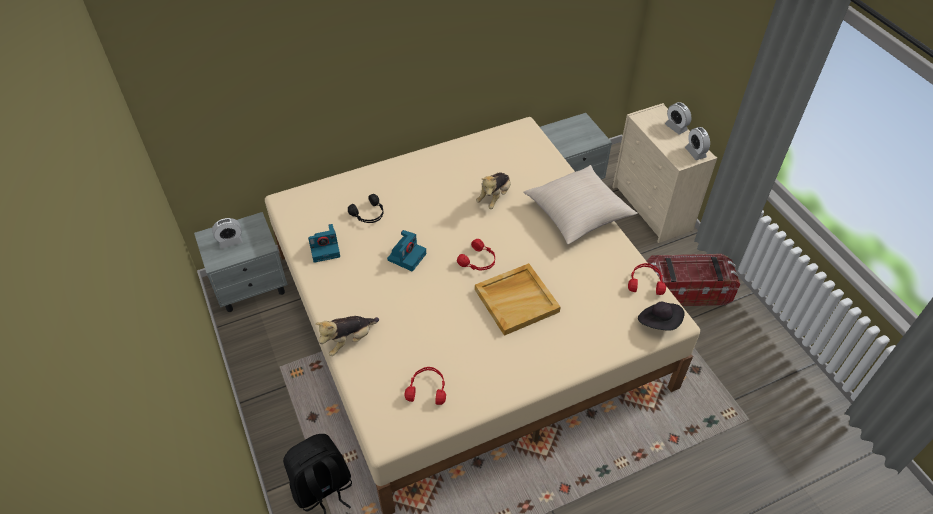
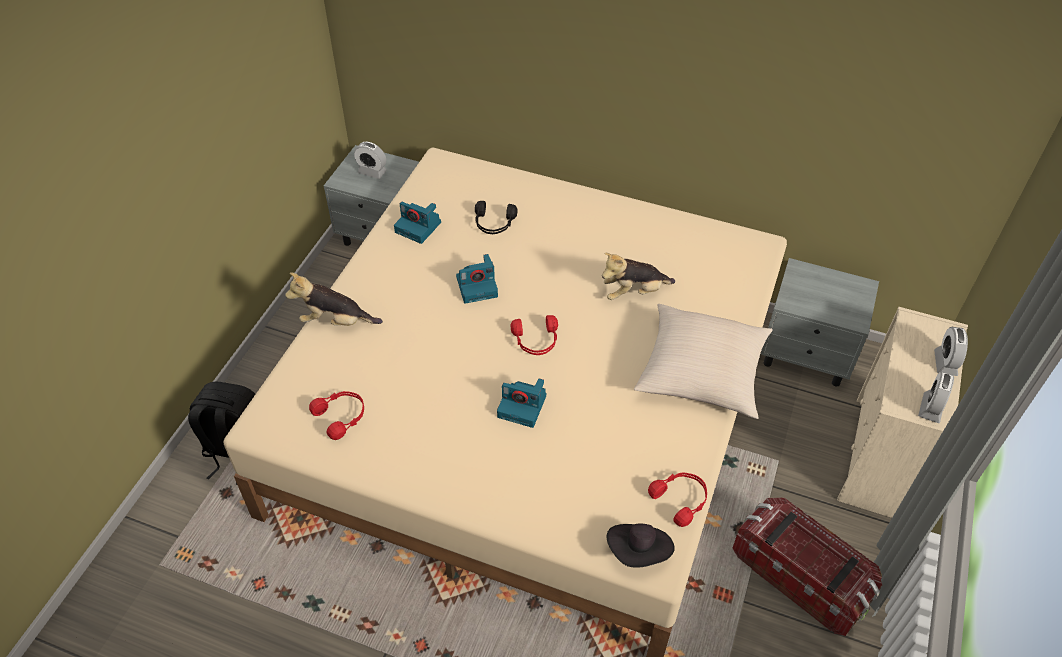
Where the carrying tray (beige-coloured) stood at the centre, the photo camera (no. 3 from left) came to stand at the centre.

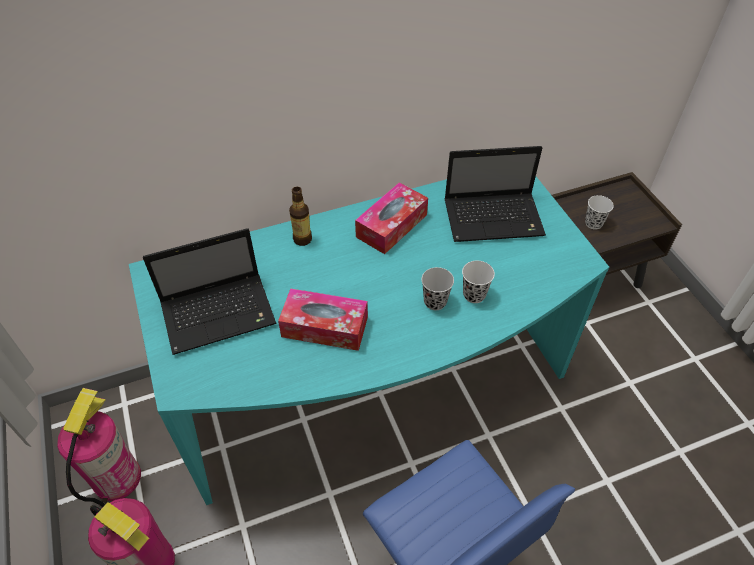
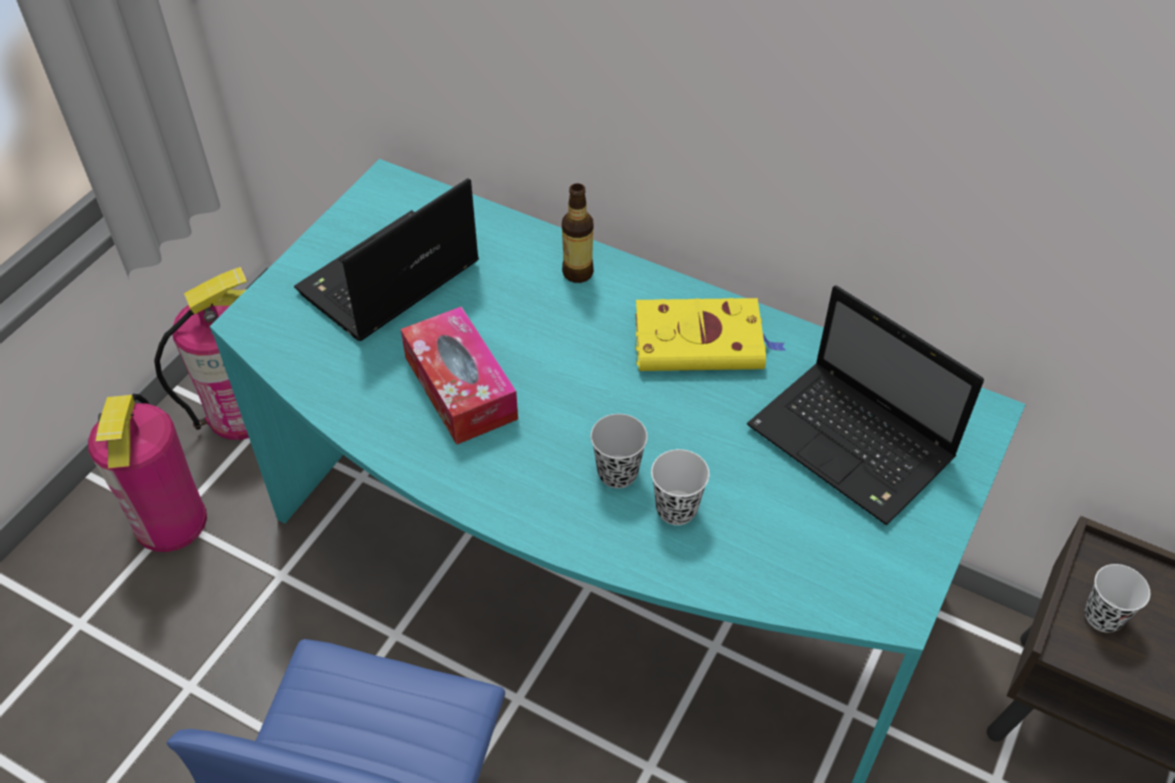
Where the tissue box (no. 2 from left) stood at the centre, the volume (yellowish) came to stand at the centre. The portable computer (no. 1 from left) at the middle left ended up facing another way, 105 degrees clockwise from before.

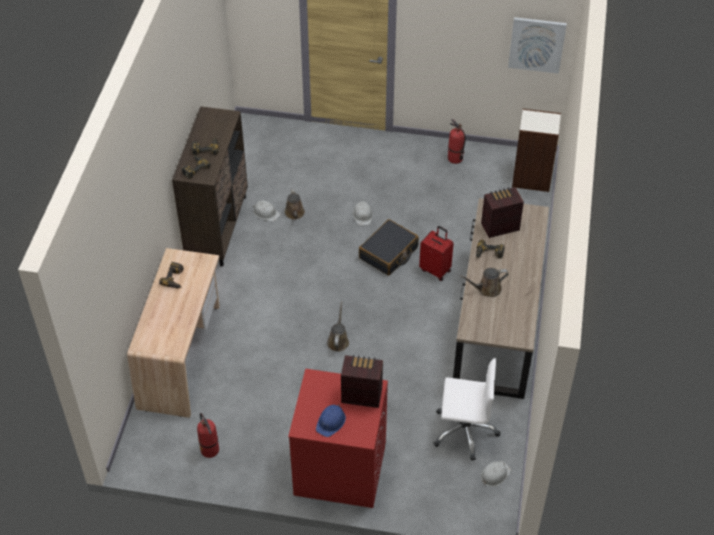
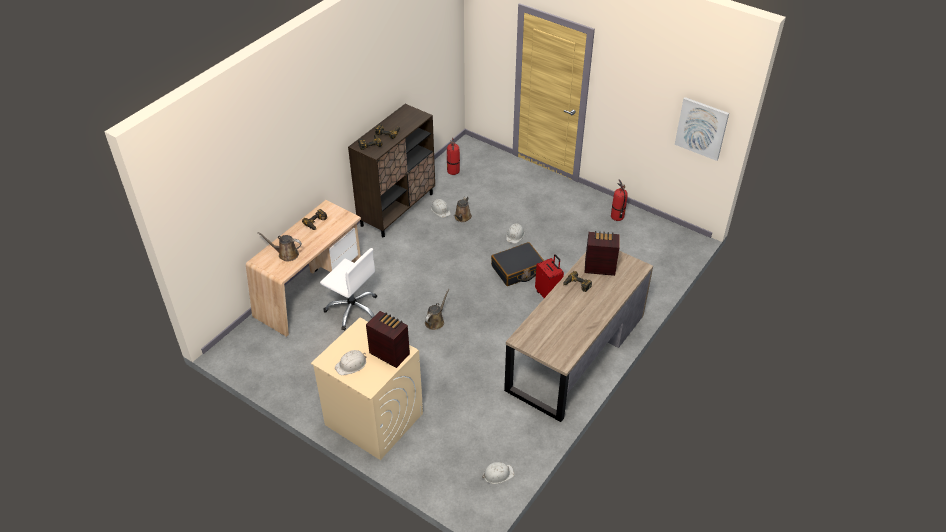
The second view lost the bookshelf at the top right. The fire-fighting cylinder (no. 1 from left) ended up elsewhere, having gone from the bottom left to the top centre. The computer chair (whitish) ended up elsewhere, having gone from the bottom centre to the centre. The watering pot (brown-coloured) (no. 3 from left in the first image) ended up elsewhere, having gone from the middle right to the middle left. What was the laundry appliance (red) at the bottom centre turned into the laundry appliance (beige-coloured) at the bottom centre. What was the work helmet (bluish) at the bottom centre turned into the work helmet (whitish) (no. 1 from left) at the bottom centre.

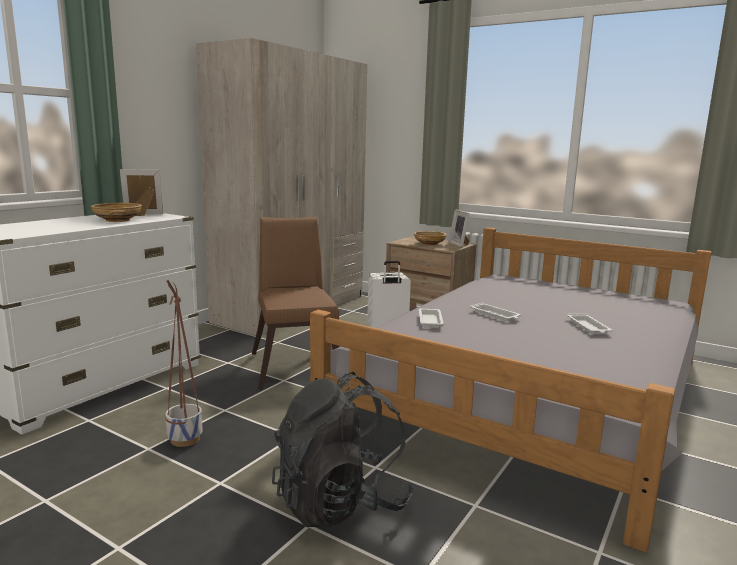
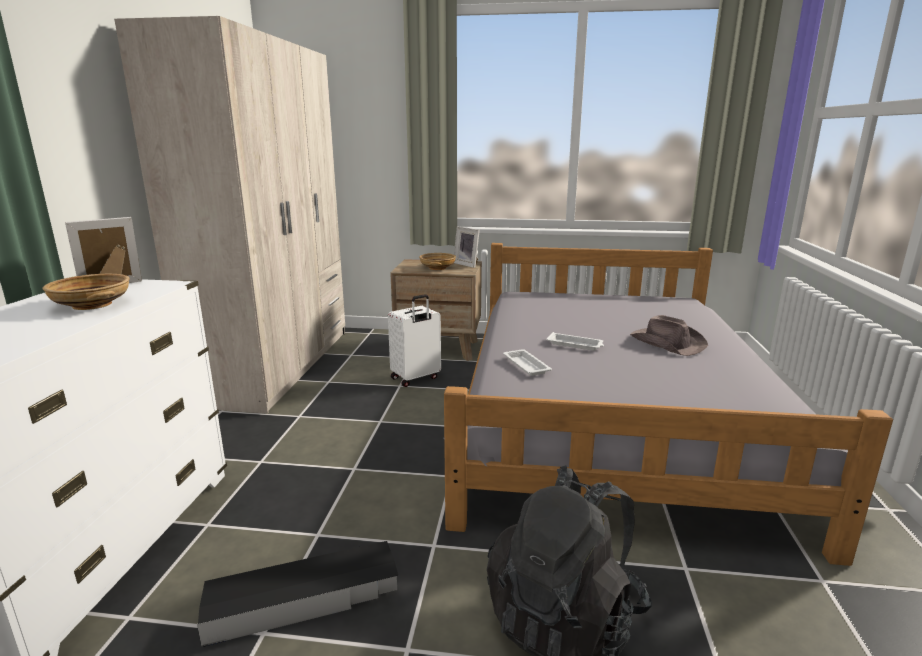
The second view lost the upright chair (brown-coloured) at the centre. Where the flower pot stood at the middle left, the storage bin (blackish) came to stand at the bottom left. Where the carrying tray (whitish) (no. 3 from left) stood at the middle right, the hat (brown-coloured) came to stand at the middle right.

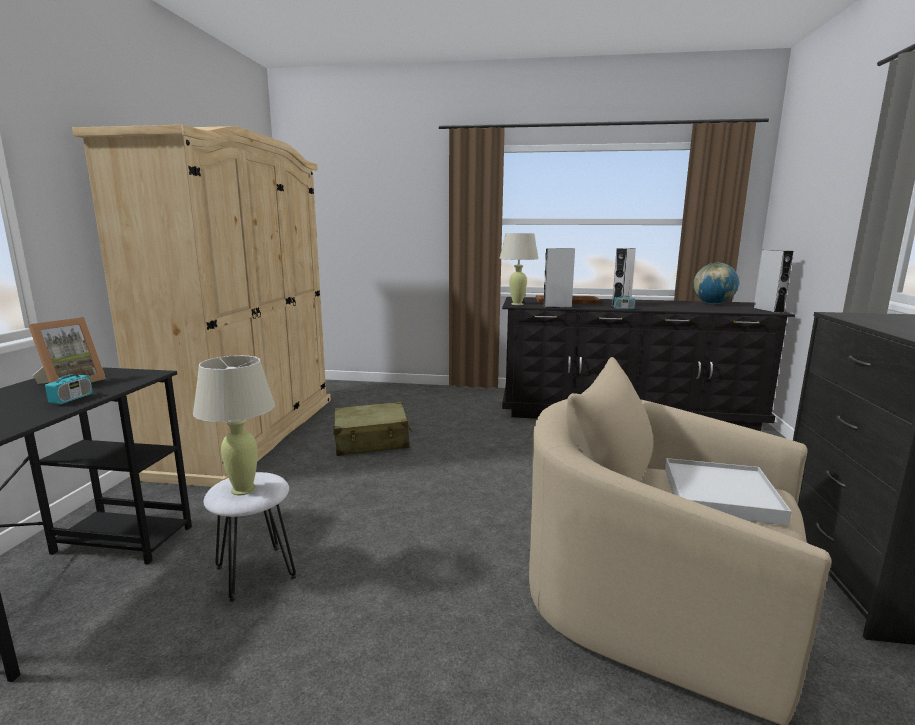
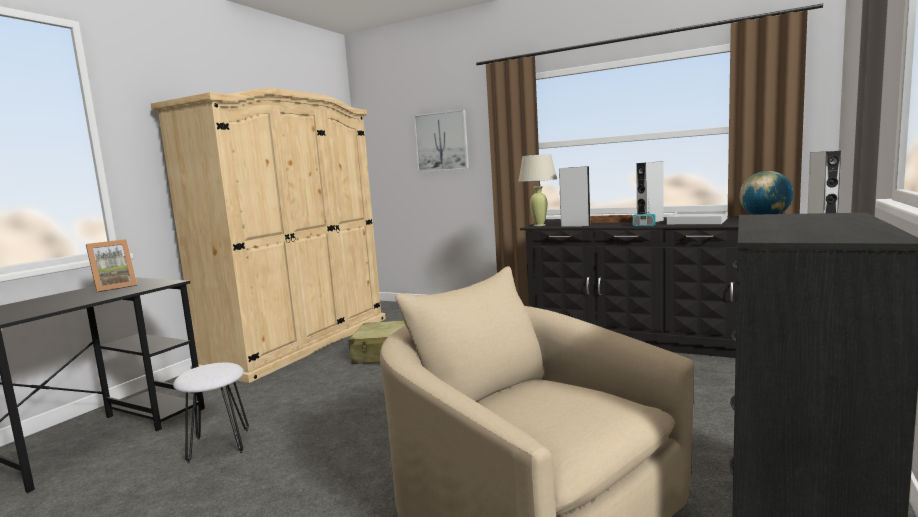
The second view lost the radio set (no. 1 from left) at the middle left. The second view lost the tabletop lamp (beige-coloured) (no. 1 from left) at the middle left. The second view gained the picture at the top centre. The carrying tray (whitish) ended up elsewhere, having gone from the bottom right to the middle right.

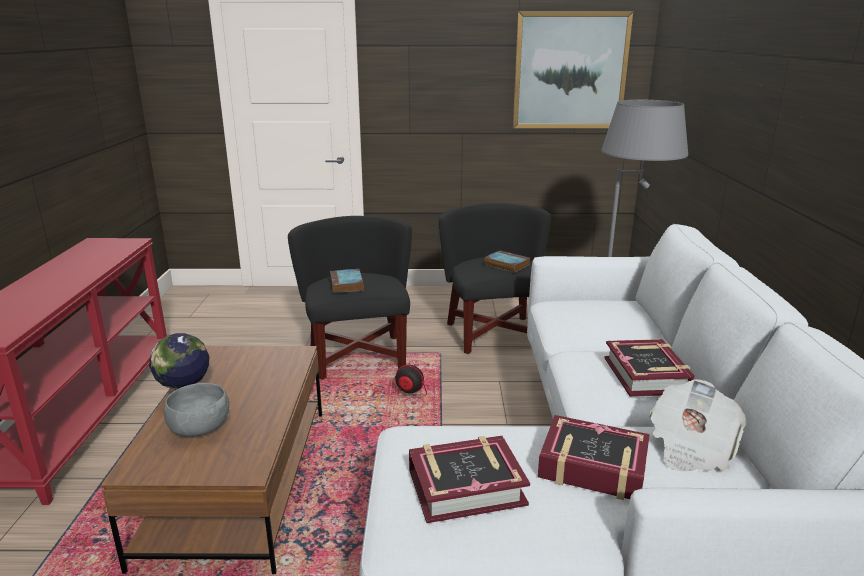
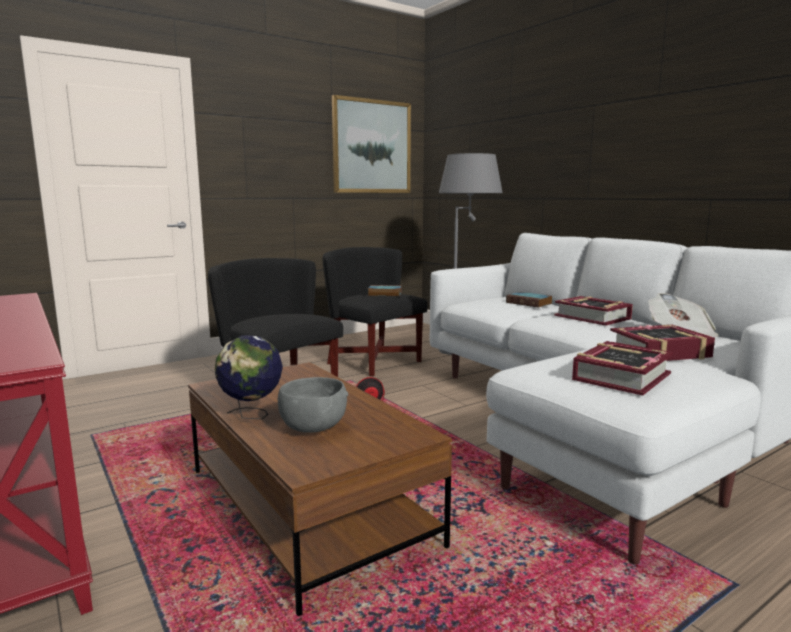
The volume (no. 1 from left in the first image) ended up elsewhere, having gone from the centre to the middle right.

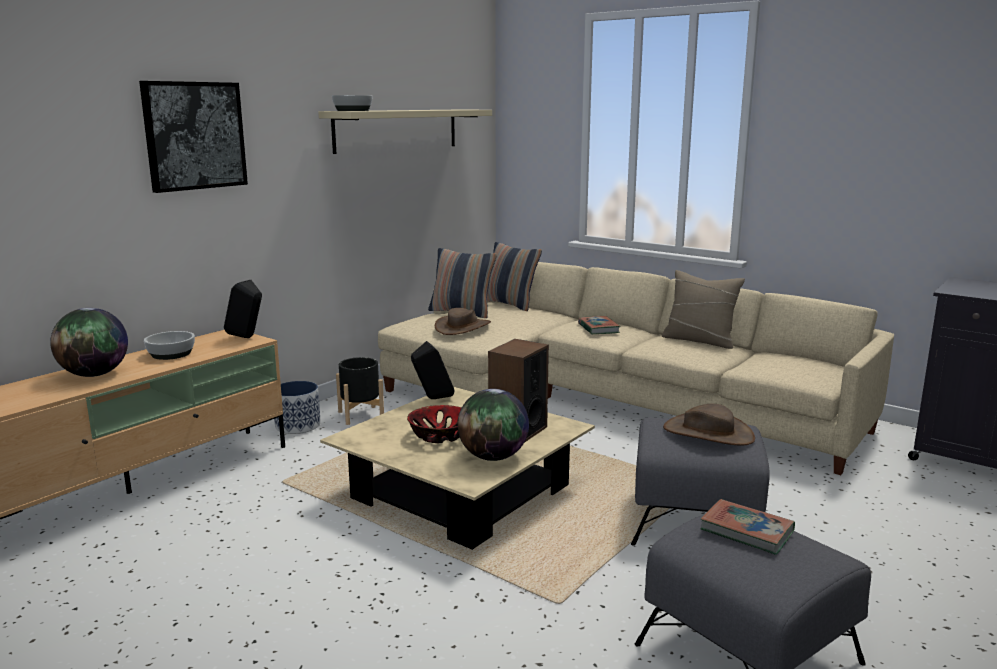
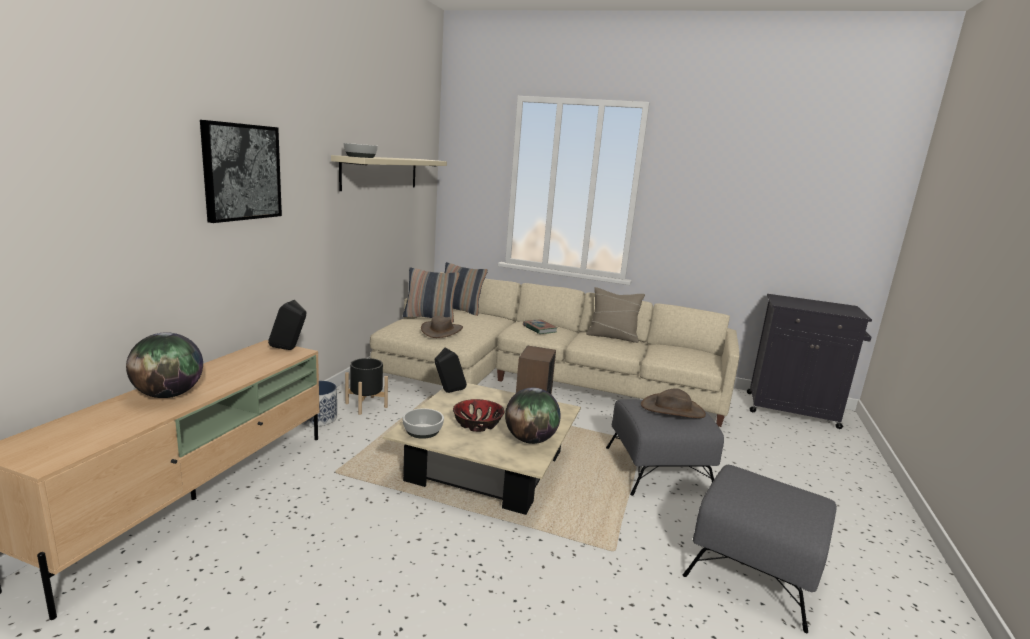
The second view lost the volume (no. 2 from left) at the bottom right. The bowl (no. 1 from left in the first image) ended up elsewhere, having gone from the middle left to the centre.

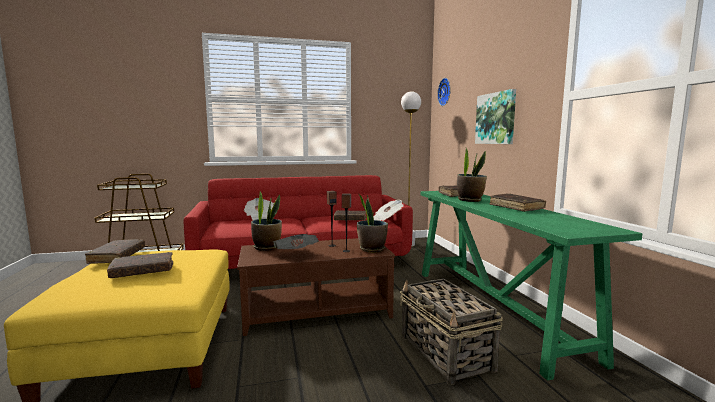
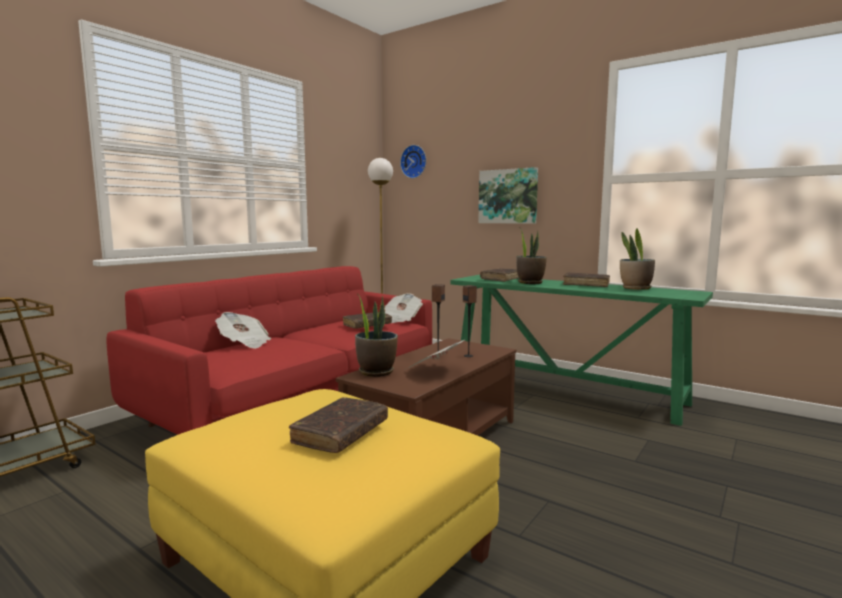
The second view lost the volume (brown-coloured) (no. 1 from left) at the middle left. The second view lost the storage basket at the bottom centre. The plant in a pot (no. 2 from left in the first image) ended up elsewhere, having gone from the centre to the middle right.

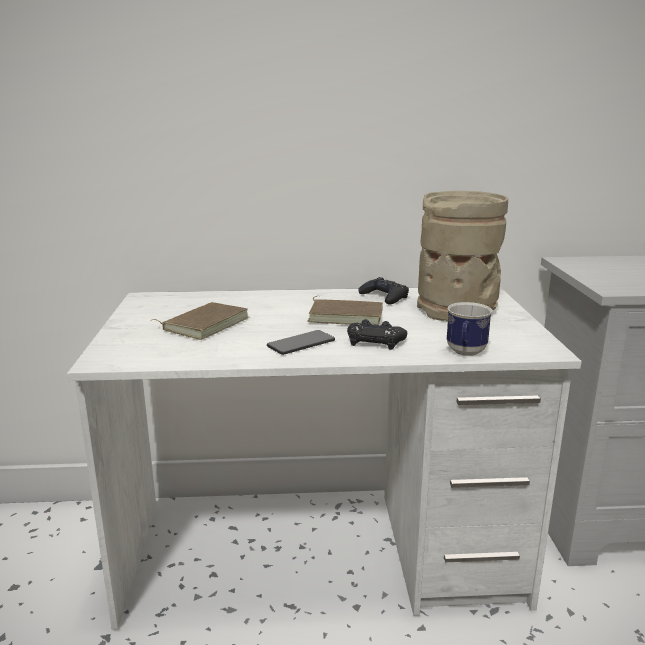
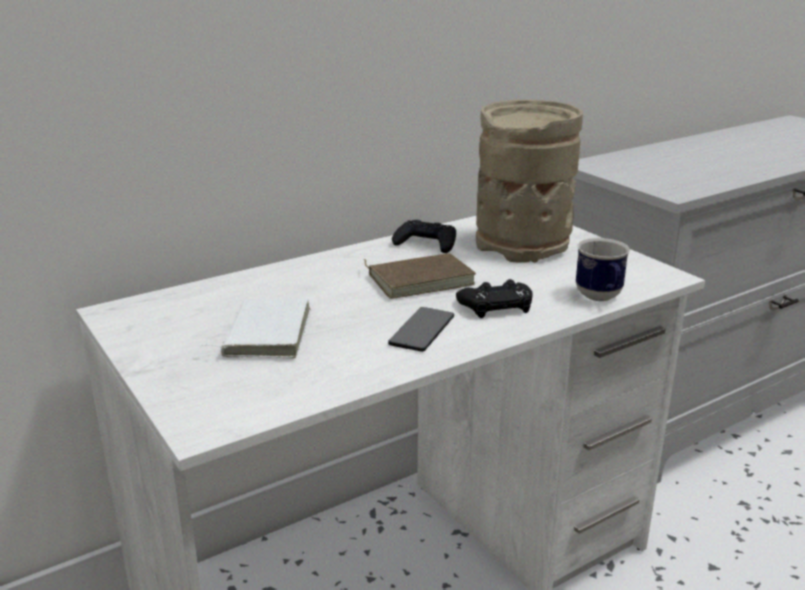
What was the volume (brown-coloured) (no. 1 from left) at the middle left turned into the volume (whitish) at the middle left.

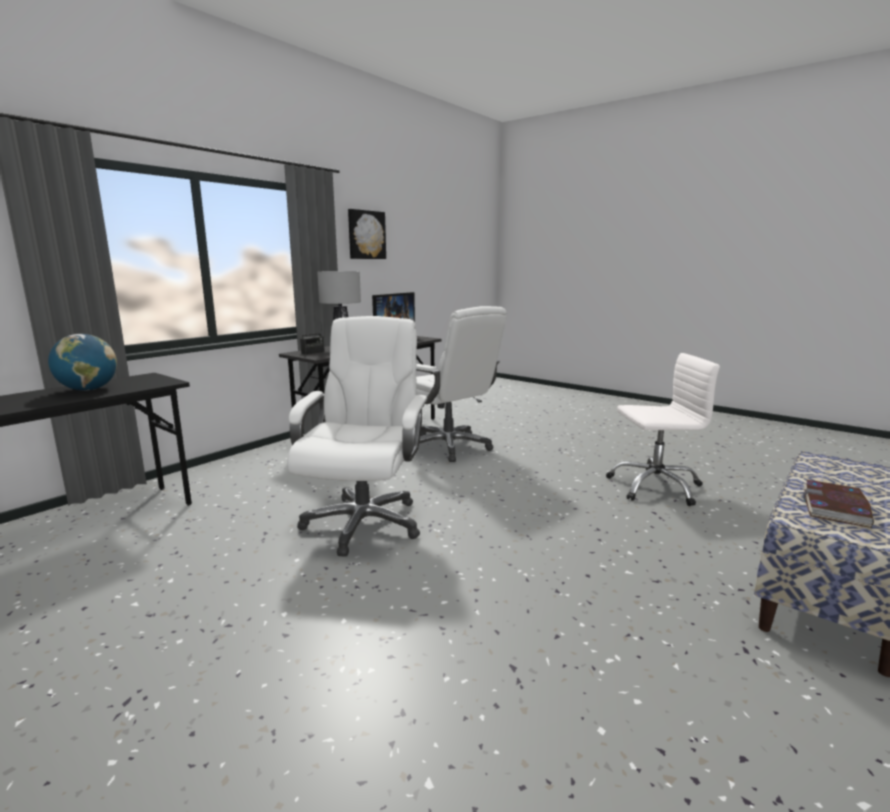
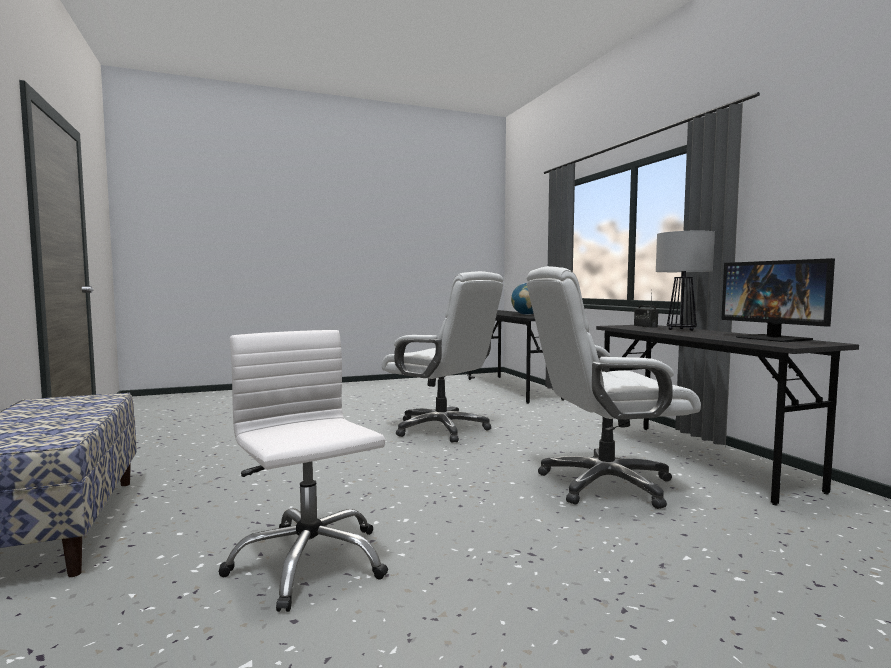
The second view lost the picture at the top centre. The second view lost the volume at the middle right. The computer chair (whitish) (no. 3 from left in the first image) at the middle right ended up facing another way, 120 degrees clockwise from before.

